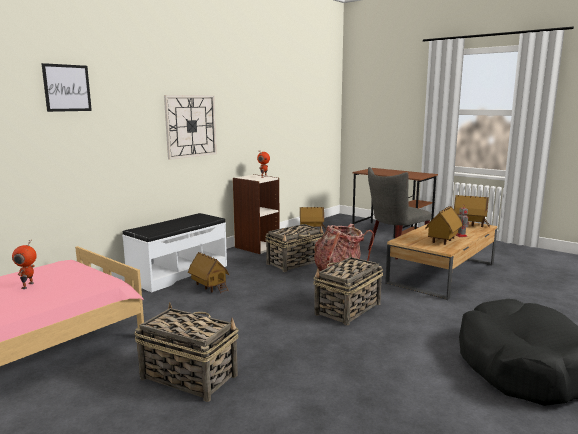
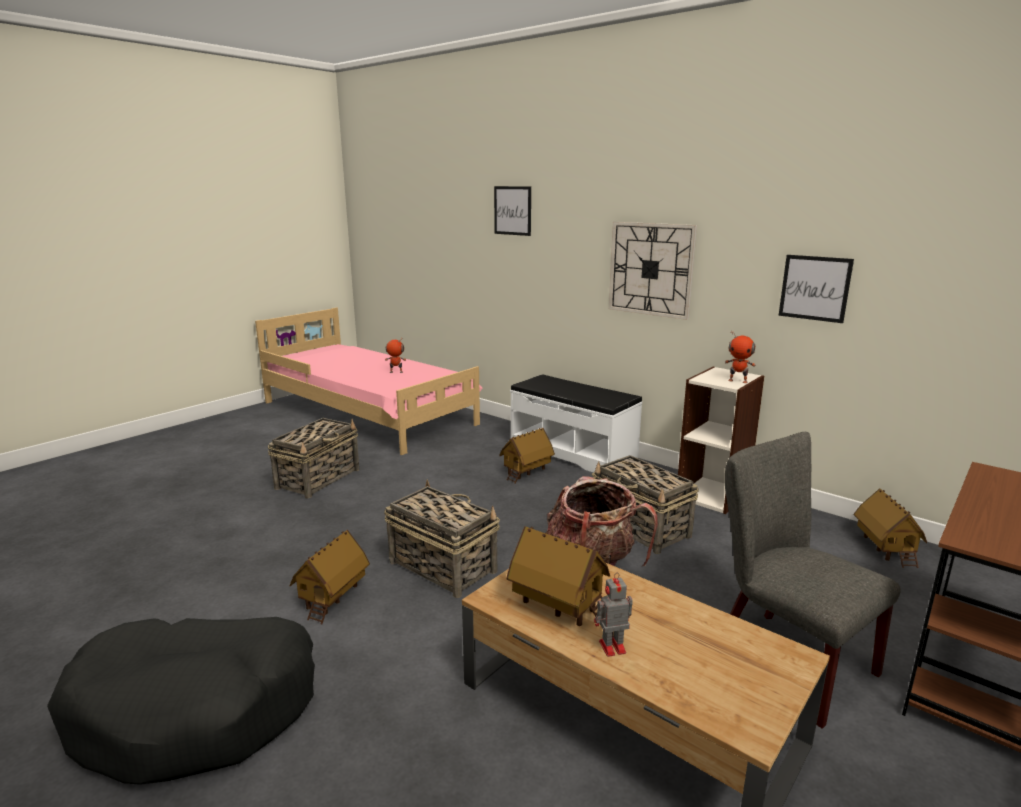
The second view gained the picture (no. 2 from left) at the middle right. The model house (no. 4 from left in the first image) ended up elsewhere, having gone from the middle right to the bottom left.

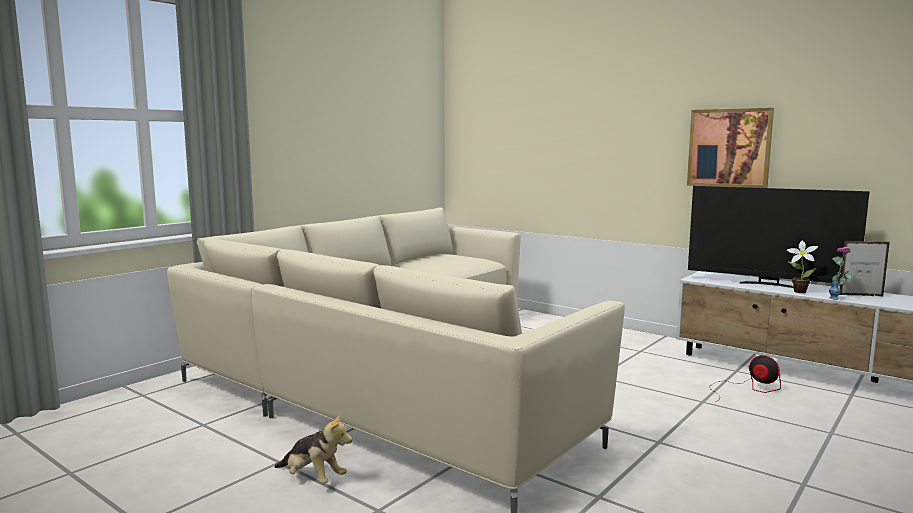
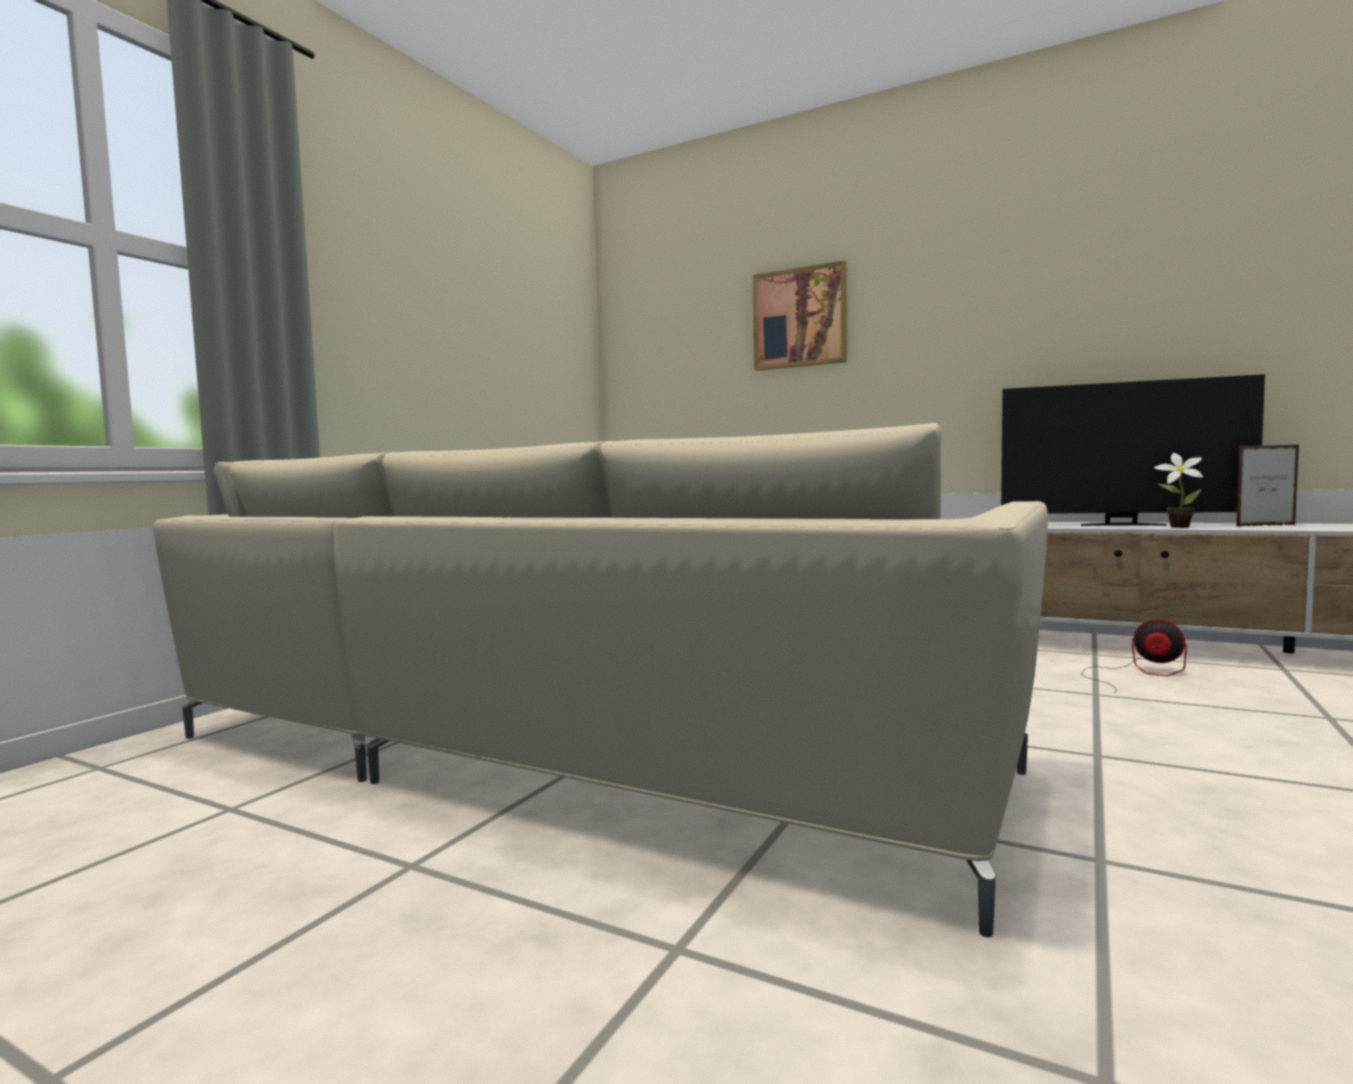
The second view lost the plush toy at the bottom centre. The second view lost the vase at the middle right. The picture ended up elsewhere, having gone from the top right to the top centre.

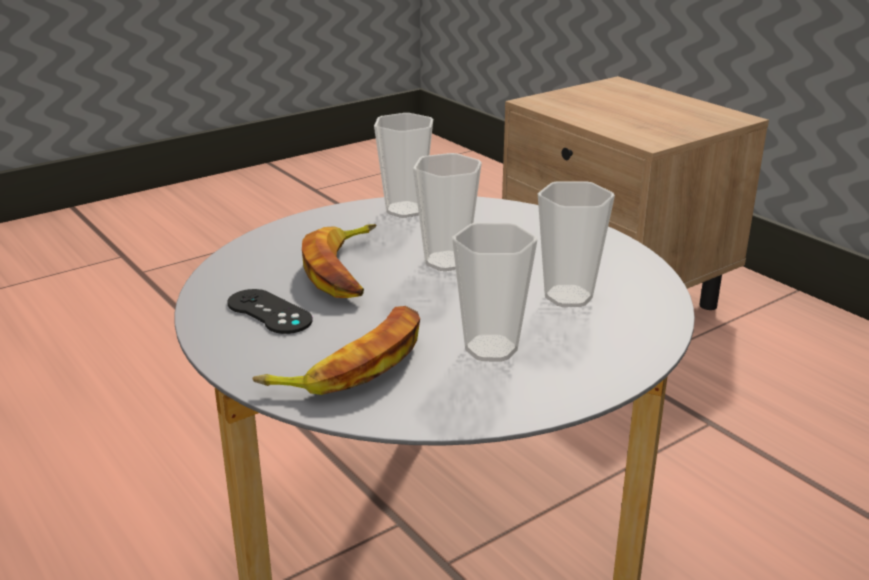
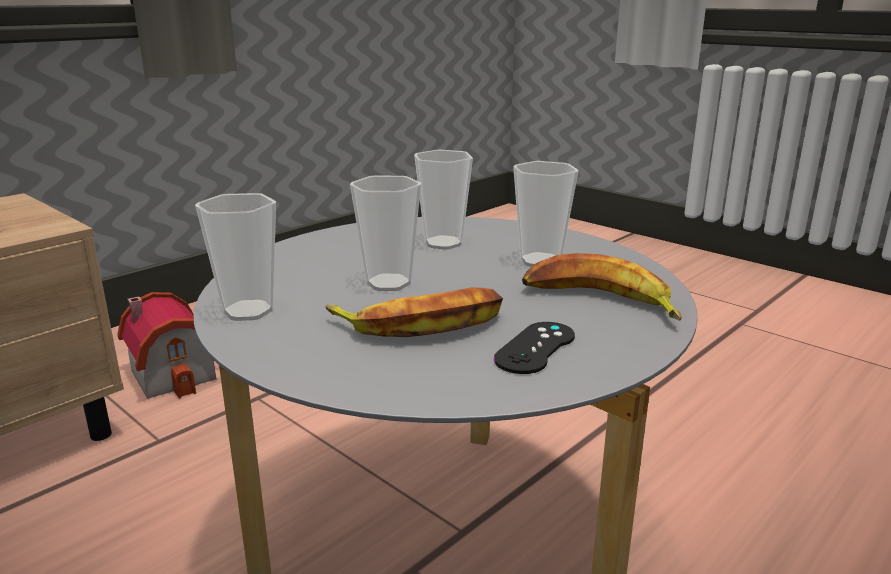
The second view gained the model house at the middle left.

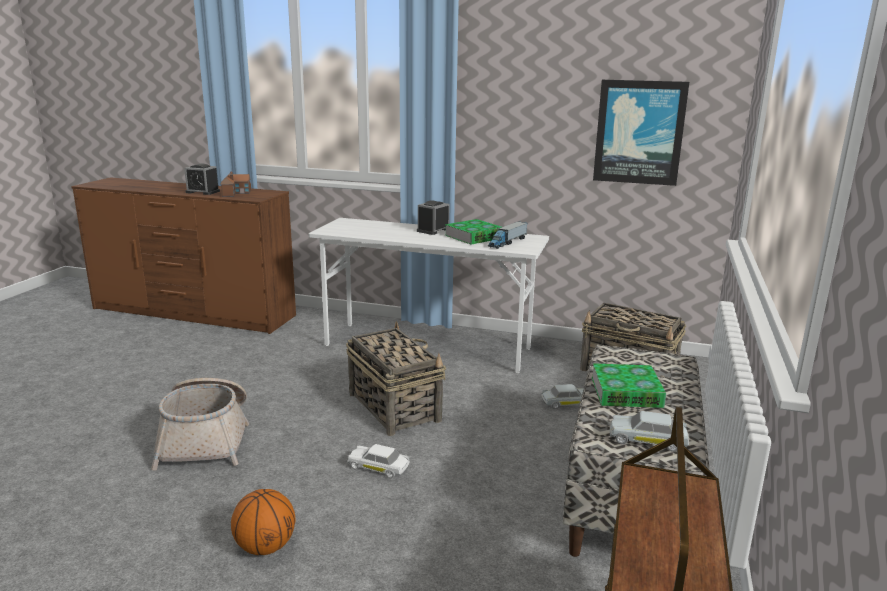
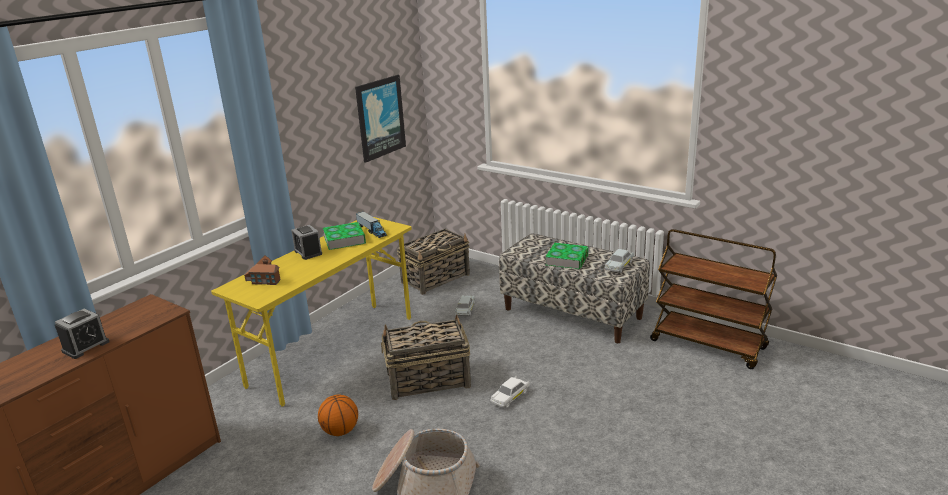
The model house ended up elsewhere, having gone from the top left to the middle left. The basketball ended up elsewhere, having gone from the bottom left to the bottom centre. What was the desk (whitish) at the centre turned into the desk (yellowish) at the middle left.

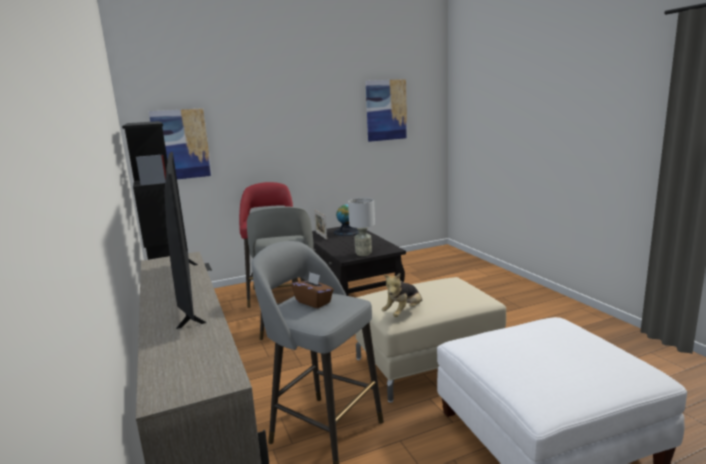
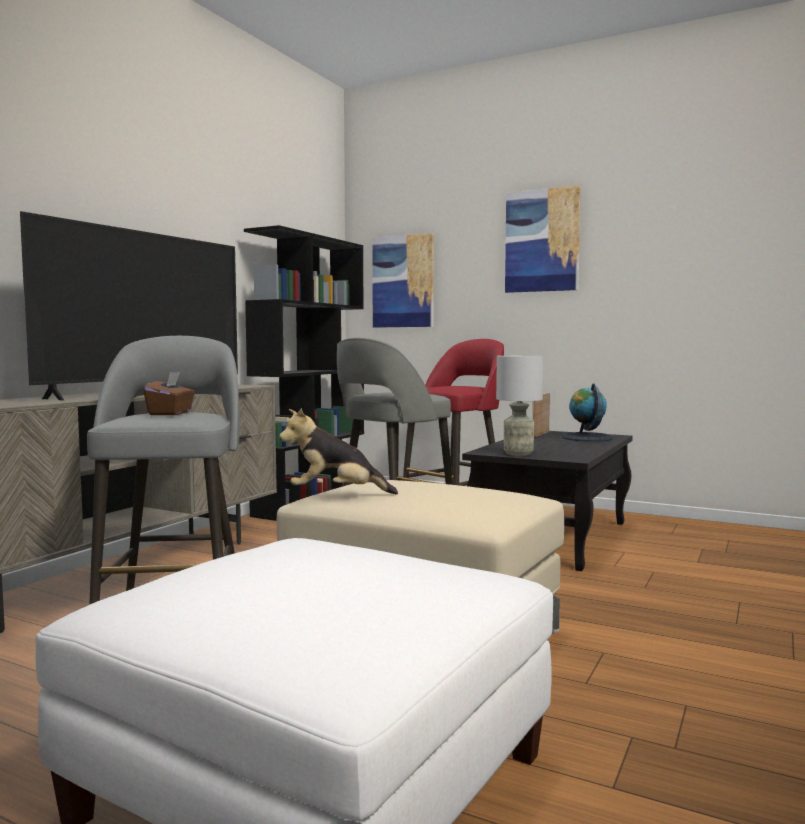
The picture (no. 2 from left) ended up elsewhere, having gone from the top centre to the top right.

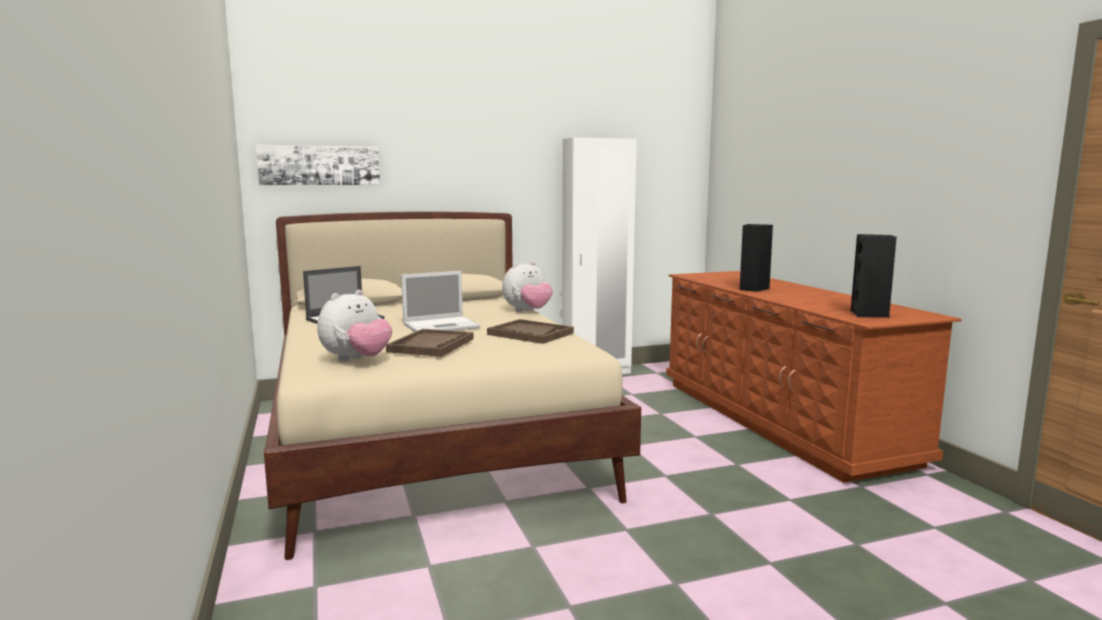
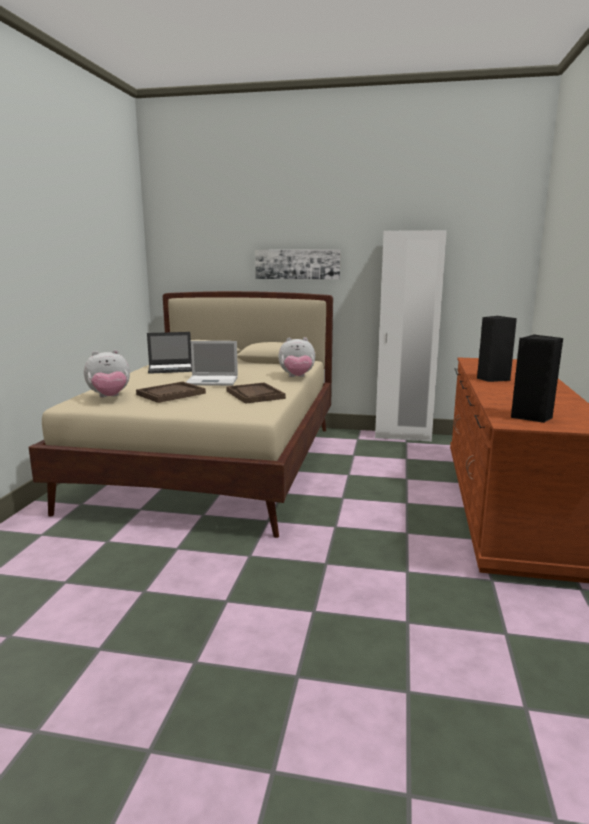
The picture ended up elsewhere, having gone from the top left to the top centre.

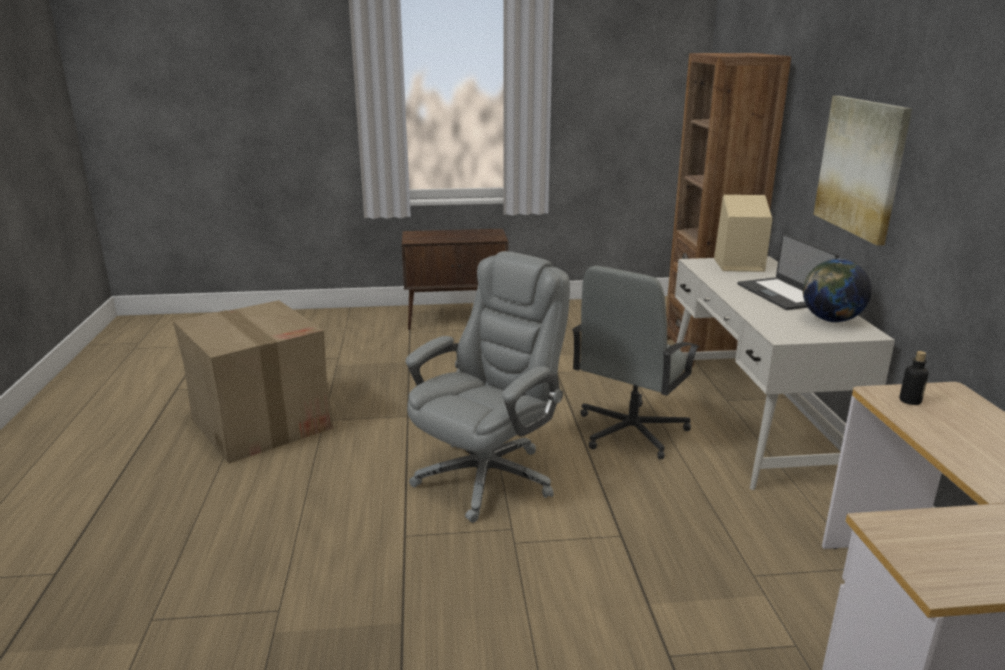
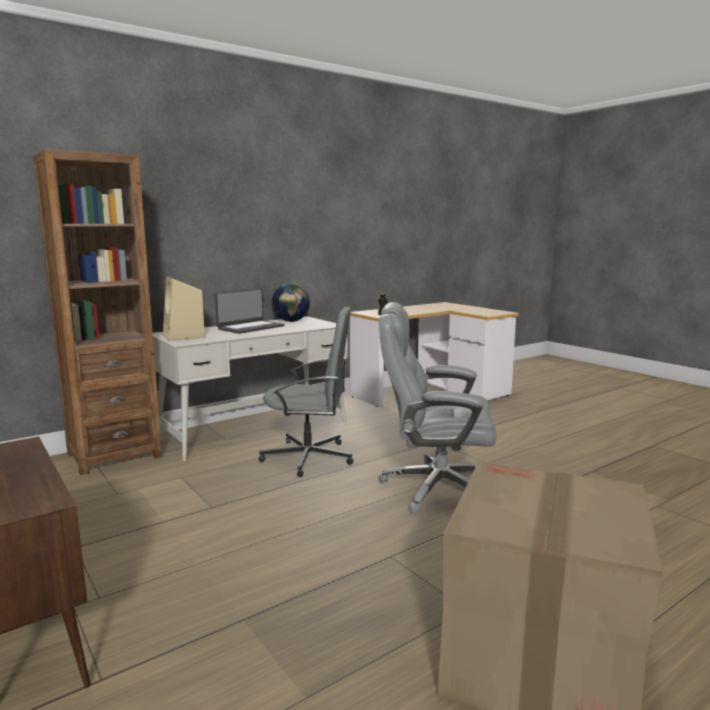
The second view lost the picture at the top right.

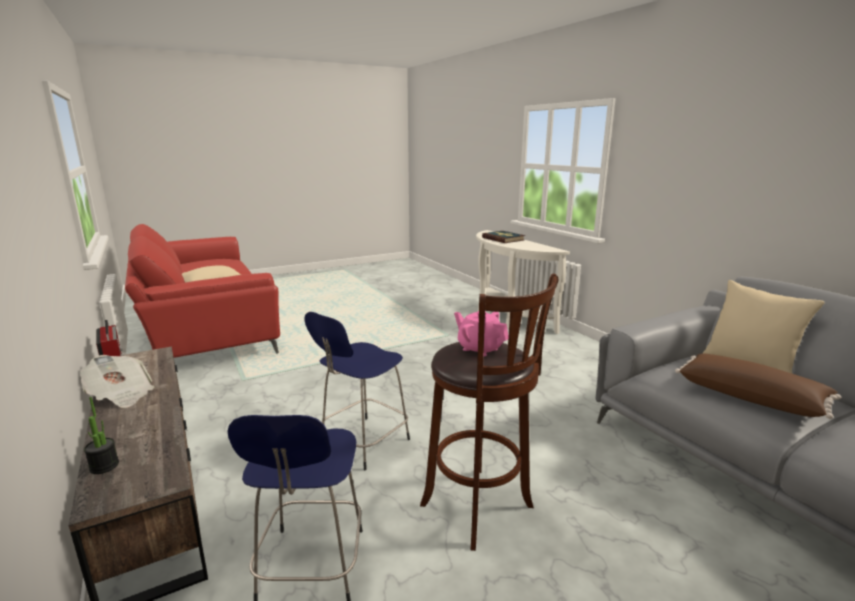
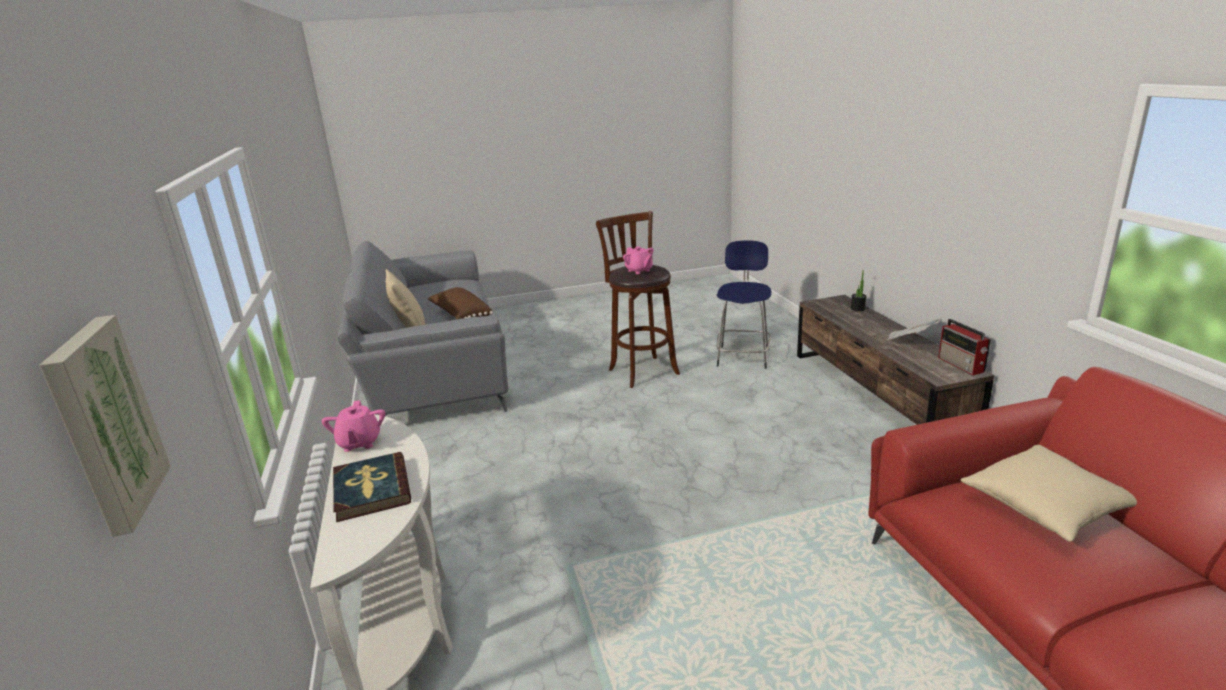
The second view lost the stool (bluish) (no. 2 from left) at the centre. The second view gained the picture at the middle left. The second view gained the tea pot (pink-coloured) (no. 1 from left) at the middle left.

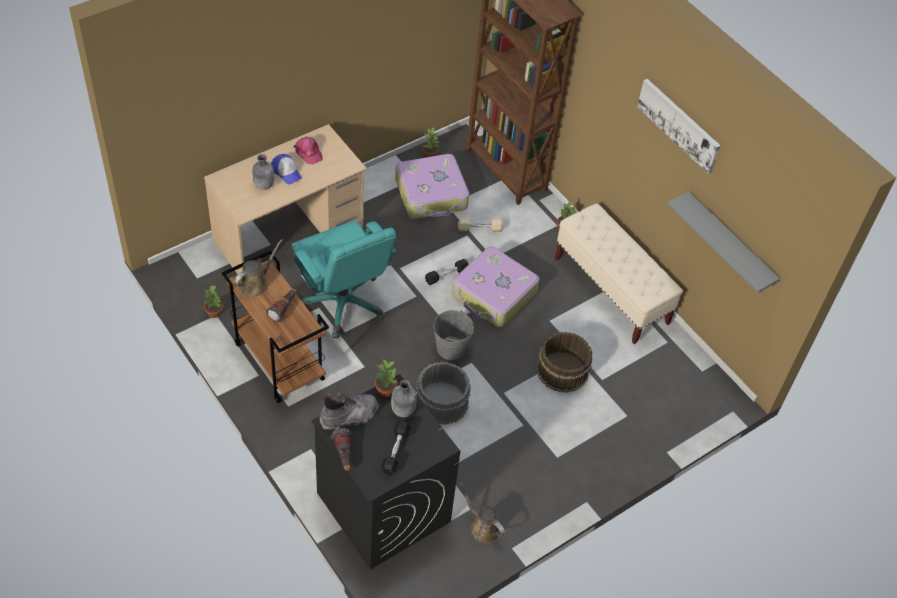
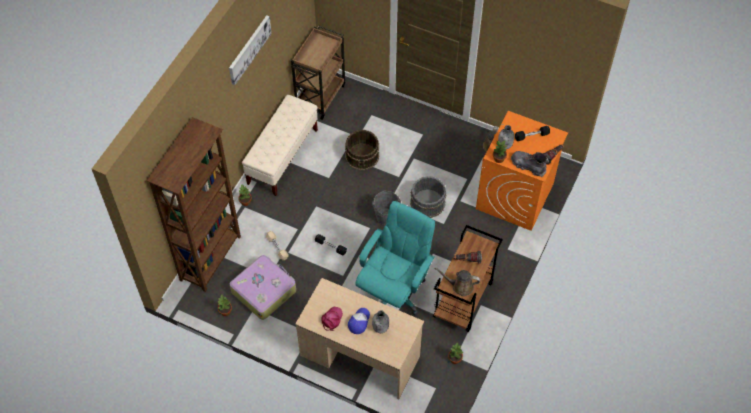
The second view lost the travel case (no. 2 from left) at the centre. The second view lost the bracket shelf (grey) at the middle right. The second view gained the trolley (brown-coloured) (no. 1 from left) at the top centre. What was the laundry appliance (blackish) at the bottom centre turned into the laundry appliance (orange-coloured) at the middle right.

